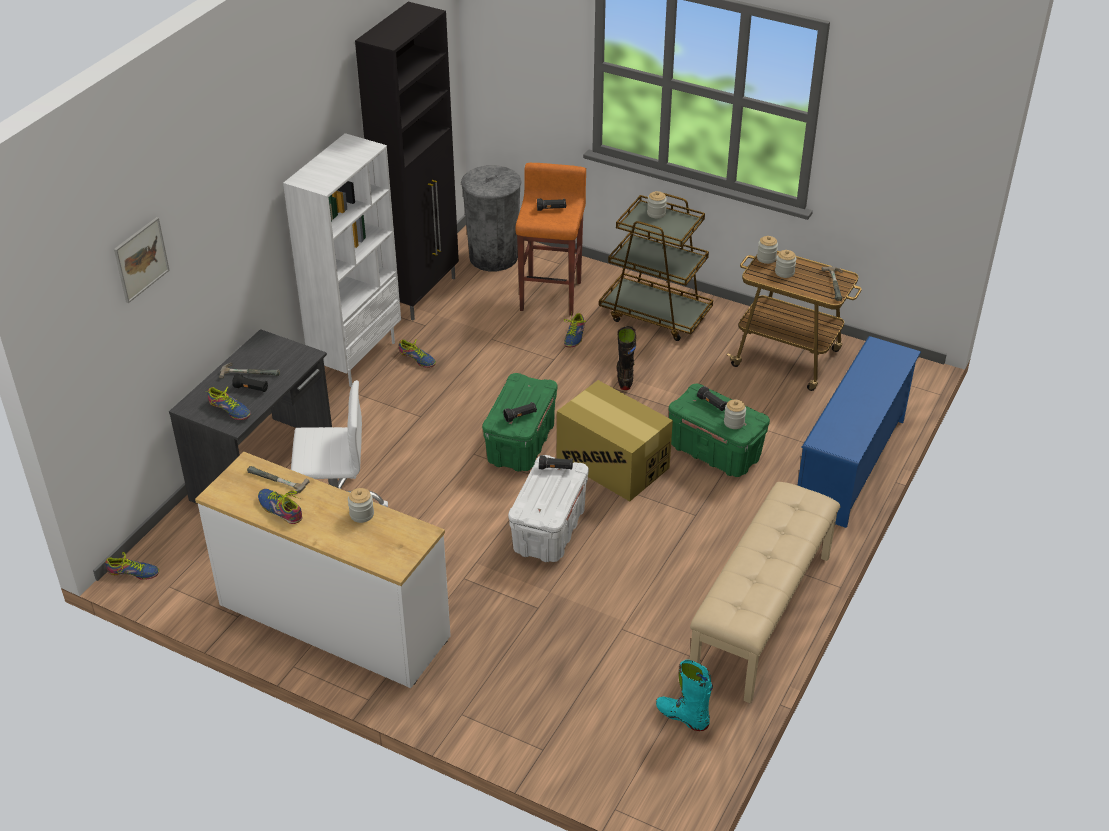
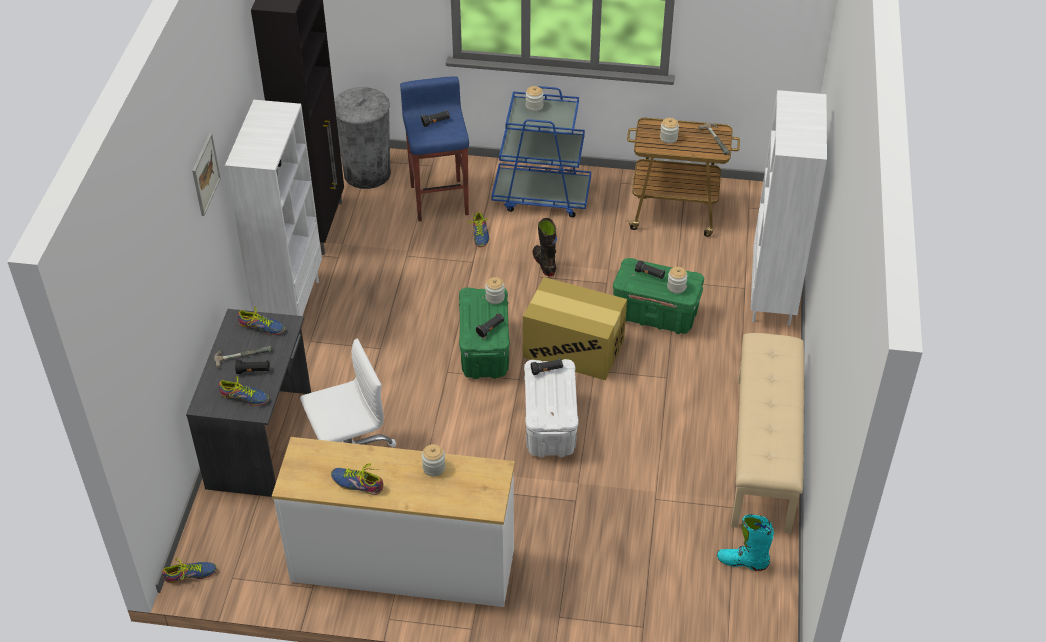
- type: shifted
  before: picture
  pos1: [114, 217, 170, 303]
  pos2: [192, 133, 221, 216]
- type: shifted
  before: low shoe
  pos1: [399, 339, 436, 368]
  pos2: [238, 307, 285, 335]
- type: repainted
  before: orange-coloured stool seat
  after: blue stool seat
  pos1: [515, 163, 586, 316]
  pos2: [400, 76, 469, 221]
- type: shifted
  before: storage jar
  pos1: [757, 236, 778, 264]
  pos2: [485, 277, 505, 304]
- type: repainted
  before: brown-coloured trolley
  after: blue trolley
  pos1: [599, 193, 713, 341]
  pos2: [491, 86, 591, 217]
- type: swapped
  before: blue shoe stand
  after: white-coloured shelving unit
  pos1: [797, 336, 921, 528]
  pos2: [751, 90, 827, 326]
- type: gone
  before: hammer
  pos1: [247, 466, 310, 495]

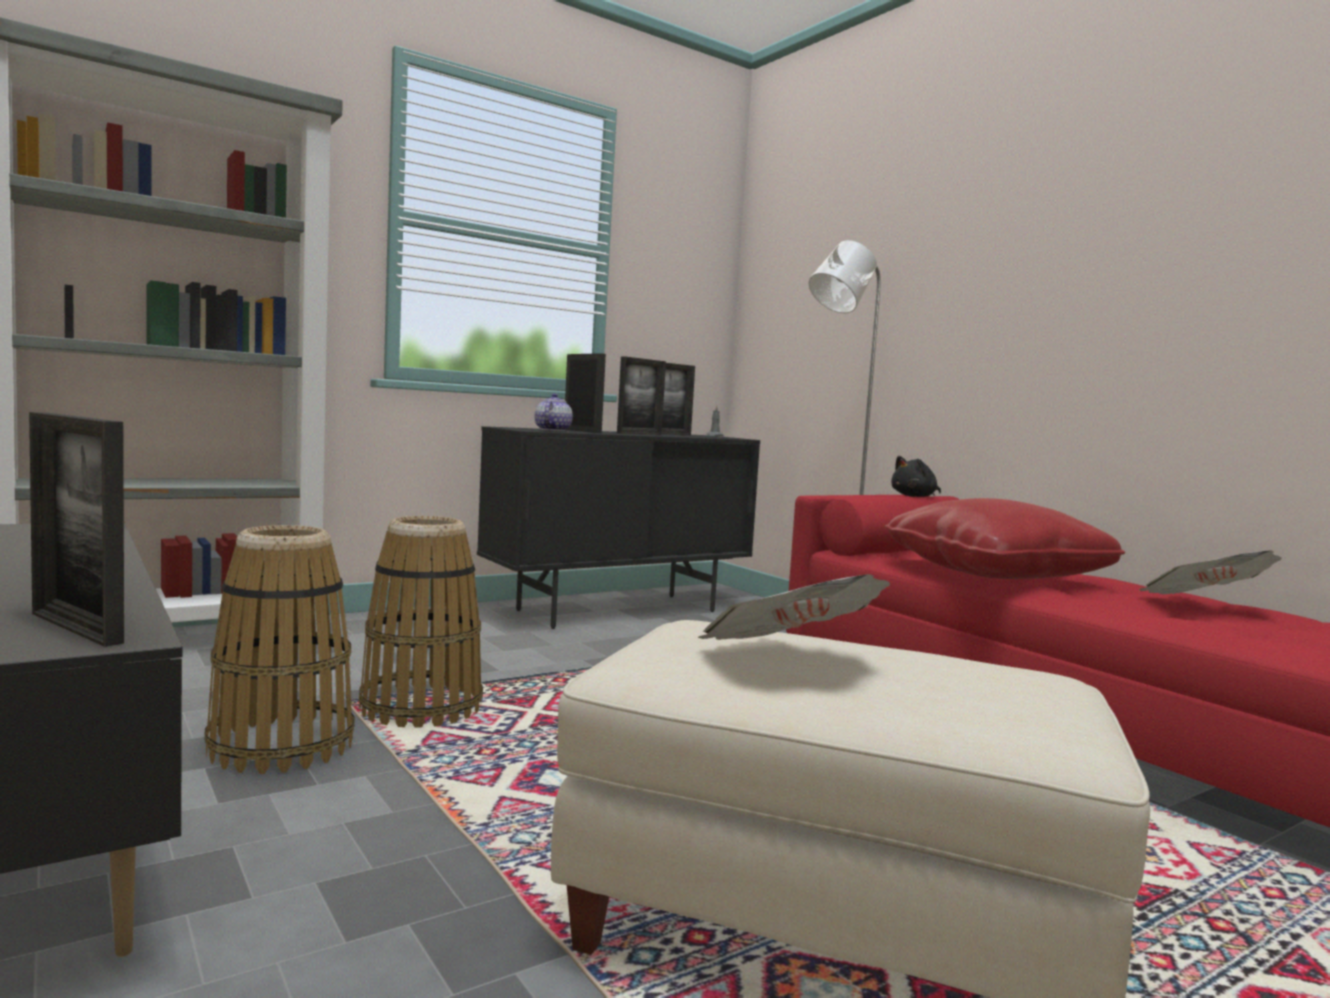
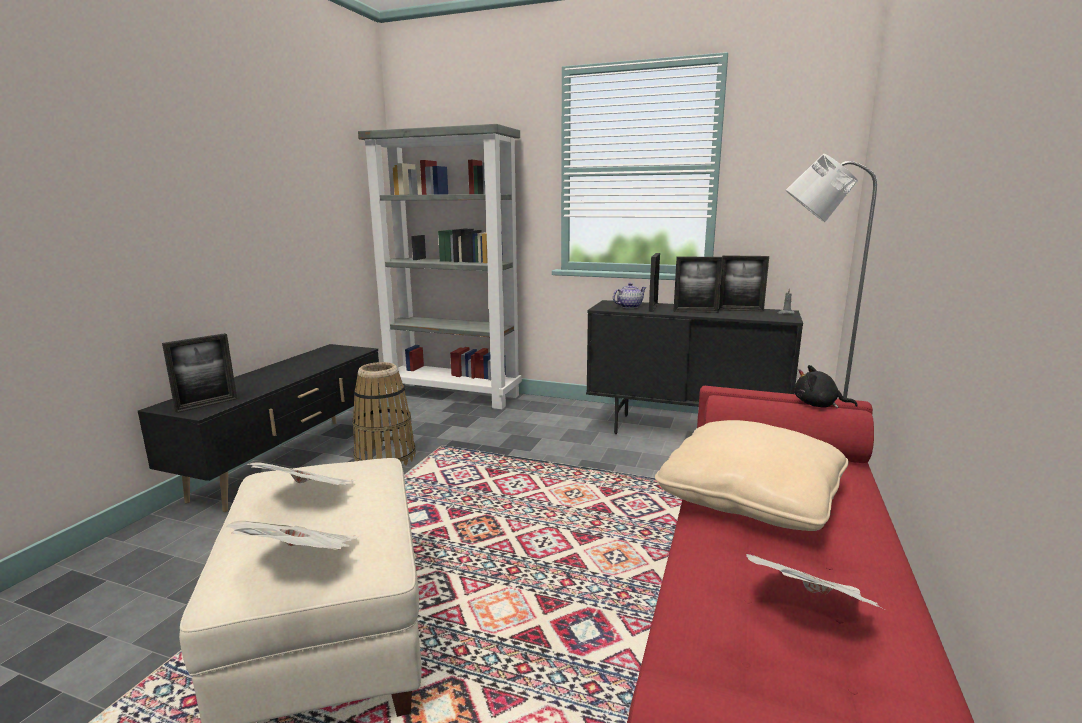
- type: rotated
  before: picture frame
  pos1: [29, 412, 124, 647]
  pos2: [162, 333, 237, 413]
  turn: -135
- type: new
  after: daily paper
  pos2: [226, 521, 358, 550]
- type: repainted
  before: red-coloured throw pillow
  after: sand-coloured throw pillow
  pos1: [885, 498, 1125, 579]
  pos2: [655, 420, 849, 531]
- type: gone
  before: household basket
  pos1: [359, 516, 483, 728]

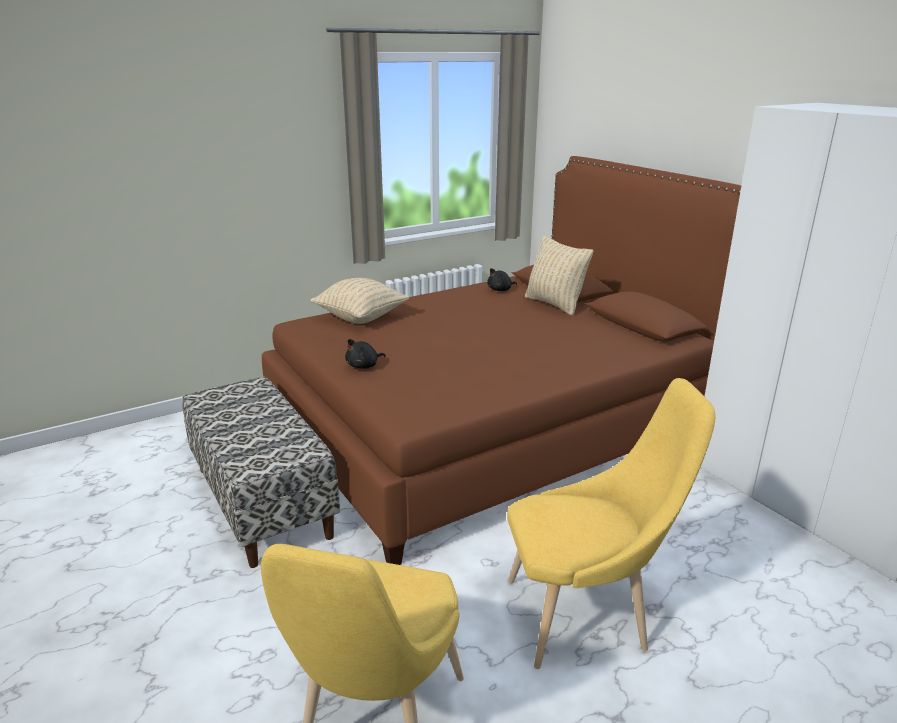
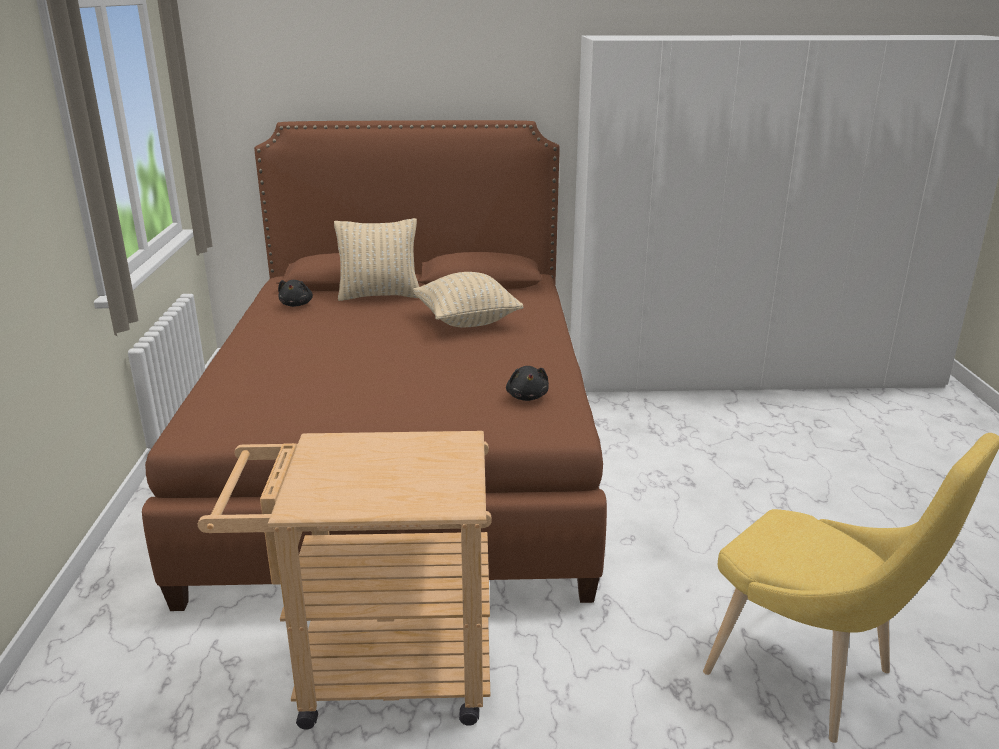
- type: swapped
  before: long seat
  after: sand-coloured trolley
  pos1: [182, 377, 340, 568]
  pos2: [198, 431, 492, 730]
- type: shifted
  before: sand-coloured throw pillow
  pos1: [310, 278, 409, 324]
  pos2: [413, 272, 523, 327]
- type: shifted
  before: black-coloured cuddly toy
  pos1: [345, 339, 386, 369]
  pos2: [506, 366, 549, 401]
- type: gone
  before: yellow plain chair
  pos1: [507, 378, 715, 669]

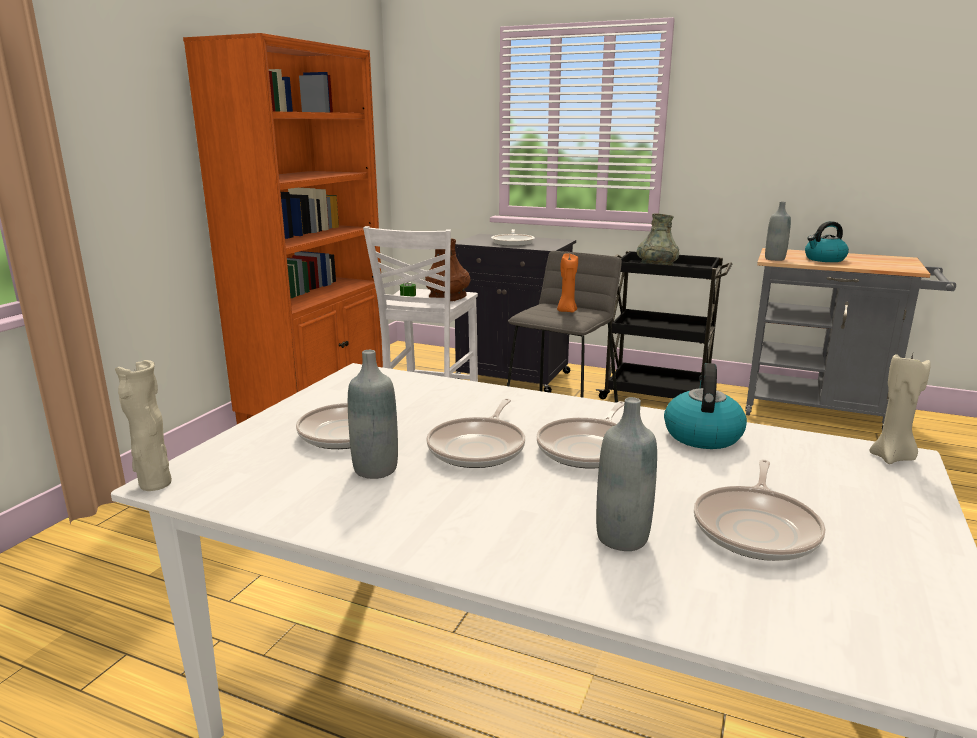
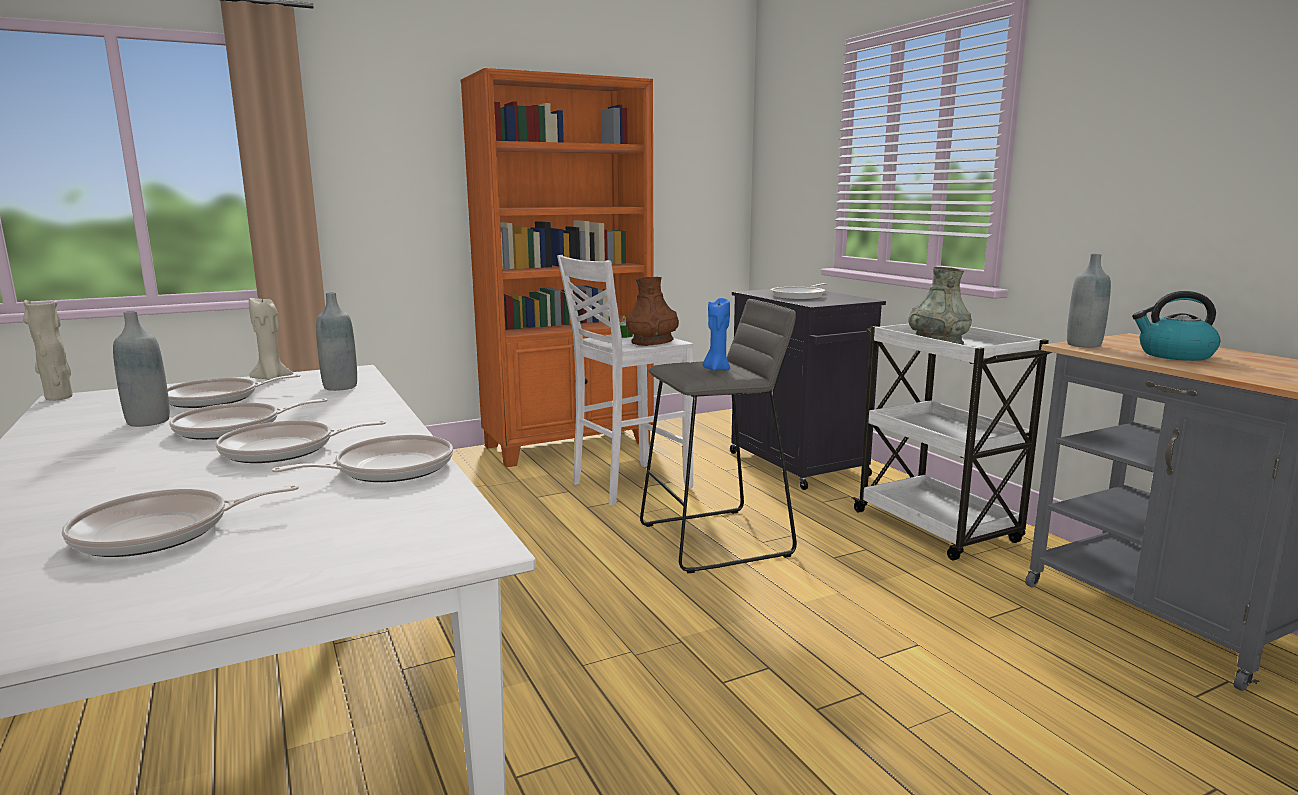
- type: shifted
  before: sand-coloured candle
  pos1: [869, 354, 931, 464]
  pos2: [249, 298, 293, 380]
- type: swapped
  before: water kettle
  after: frying pan
  pos1: [664, 363, 747, 449]
  pos2: [271, 435, 453, 482]
- type: shifted
  before: grey drink bottle
  pos1: [596, 397, 657, 551]
  pos2: [316, 292, 357, 391]
- type: repainted
  before: orange-coloured candle
  after: blue candle
  pos1: [557, 253, 578, 312]
  pos2: [703, 298, 730, 371]
- type: repainted
  before: black-coloured trolley
  after: white-coloured trolley
  pos1: [596, 251, 732, 399]
  pos2: [852, 324, 1053, 560]

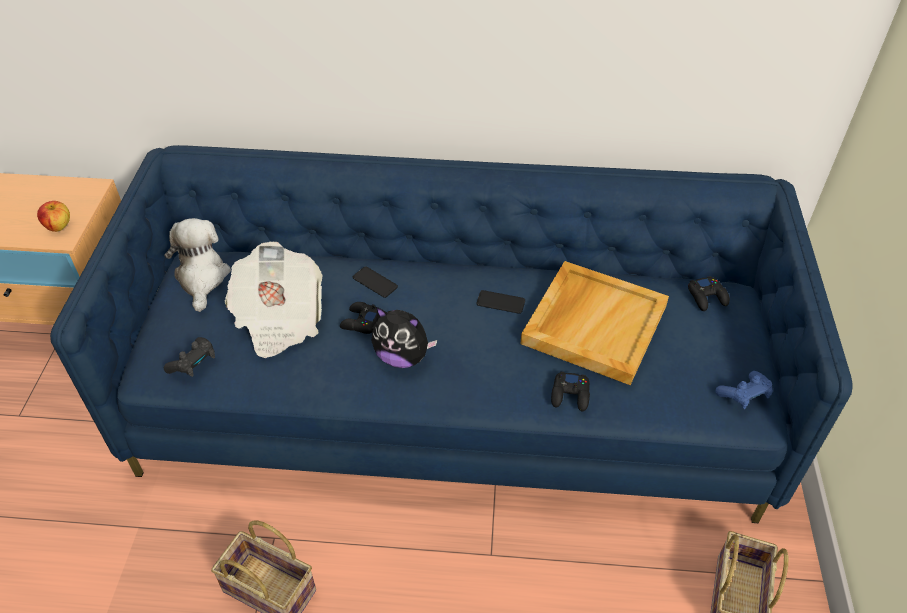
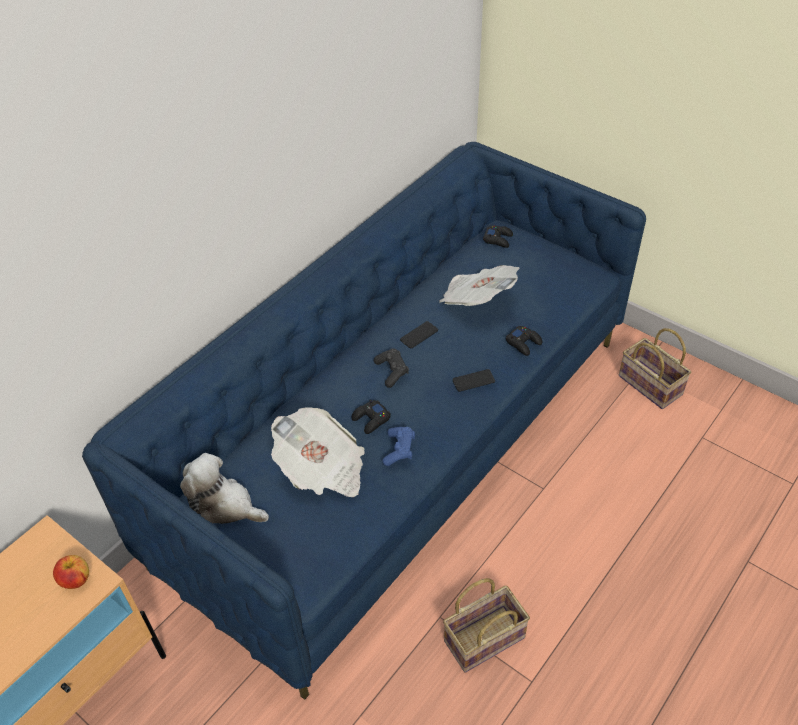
- type: shifted
  before: black-coloured joypad
  pos1: [164, 337, 215, 377]
  pos2: [374, 348, 409, 388]
- type: shifted
  before: blue joypad
  pos1: [716, 371, 773, 409]
  pos2: [383, 427, 415, 466]
- type: swapped
  before: sand-coloured tray
  after: daily paper
  pos1: [520, 261, 669, 385]
  pos2: [439, 265, 519, 306]
- type: shifted
  before: phone
  pos1: [353, 266, 398, 298]
  pos2: [452, 369, 495, 392]
- type: gone
  before: cuddly toy
  pos1: [372, 307, 437, 368]

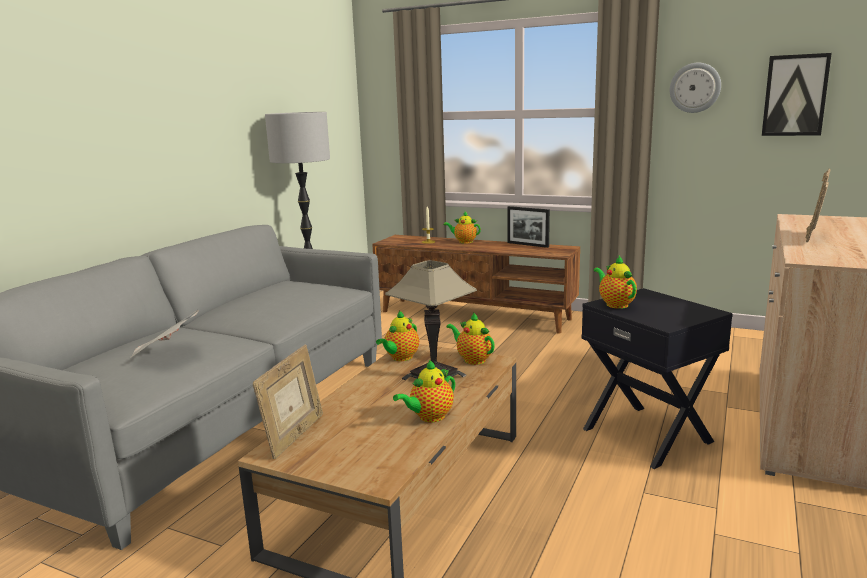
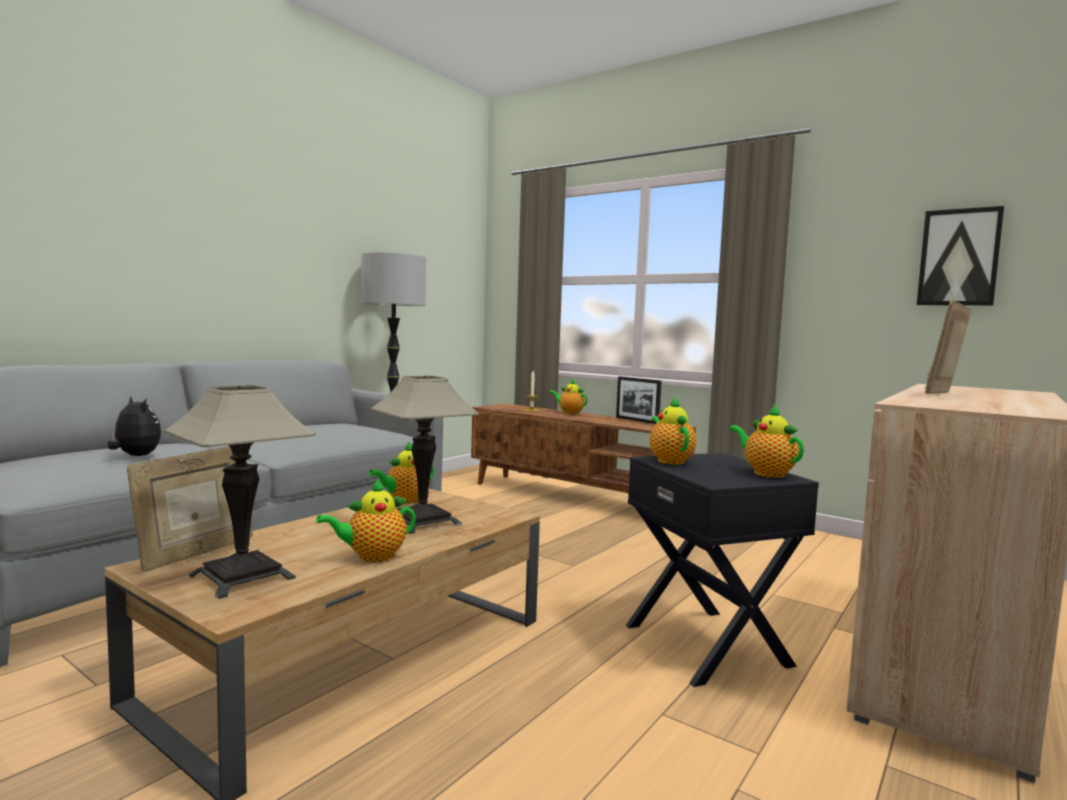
- type: swapped
  before: daily paper
  after: cuddly toy
  pos1: [130, 310, 199, 358]
  pos2: [107, 397, 161, 456]
- type: new
  after: lamp for a table
  pos2: [163, 385, 316, 599]
- type: shifted
  before: pot for tea
  pos1: [446, 312, 495, 365]
  pos2: [729, 405, 804, 478]
- type: gone
  before: hanging clock
  pos1: [670, 62, 721, 113]

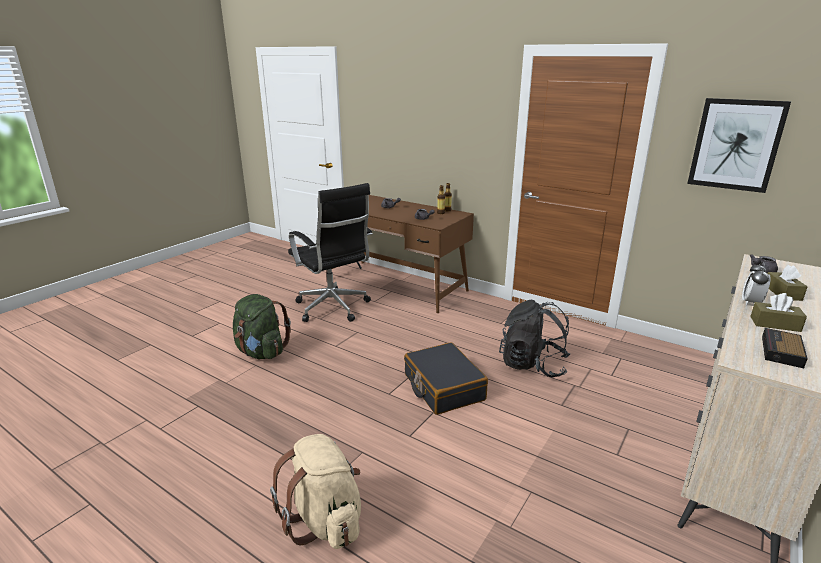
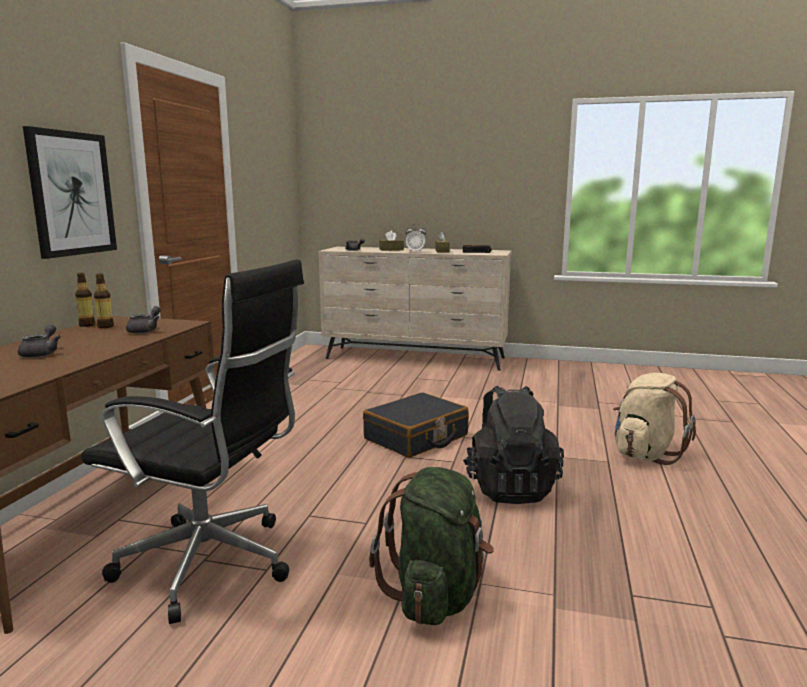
- type: shifted
  before: picture
  pos1: [687, 98, 791, 193]
  pos2: [23, 126, 117, 259]
- type: rotated
  before: black-coloured office chair
  pos1: [288, 183, 373, 322]
  pos2: [81, 259, 304, 624]
  turn: 75
- type: shifted
  before: black-coloured knapsack
  pos1: [499, 300, 570, 378]
  pos2: [463, 386, 564, 504]

